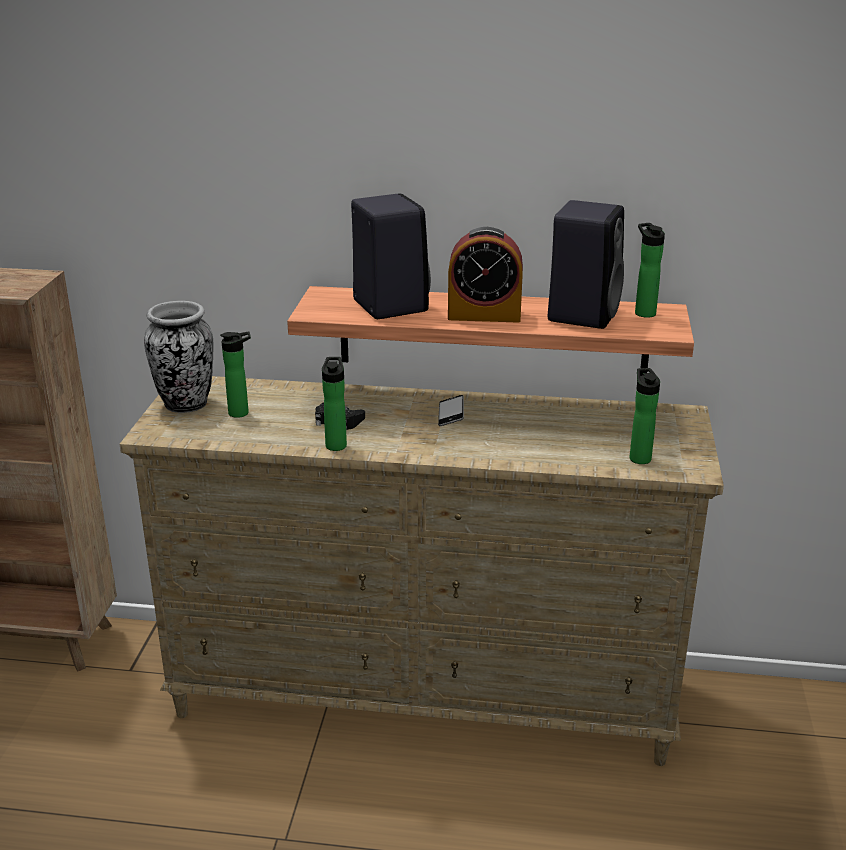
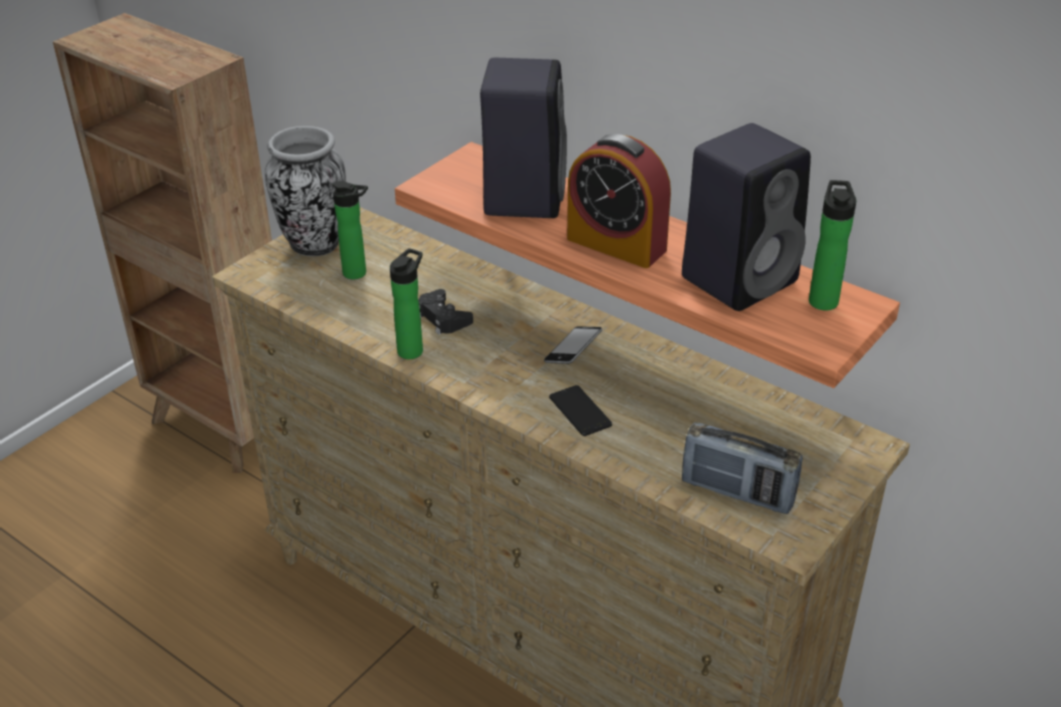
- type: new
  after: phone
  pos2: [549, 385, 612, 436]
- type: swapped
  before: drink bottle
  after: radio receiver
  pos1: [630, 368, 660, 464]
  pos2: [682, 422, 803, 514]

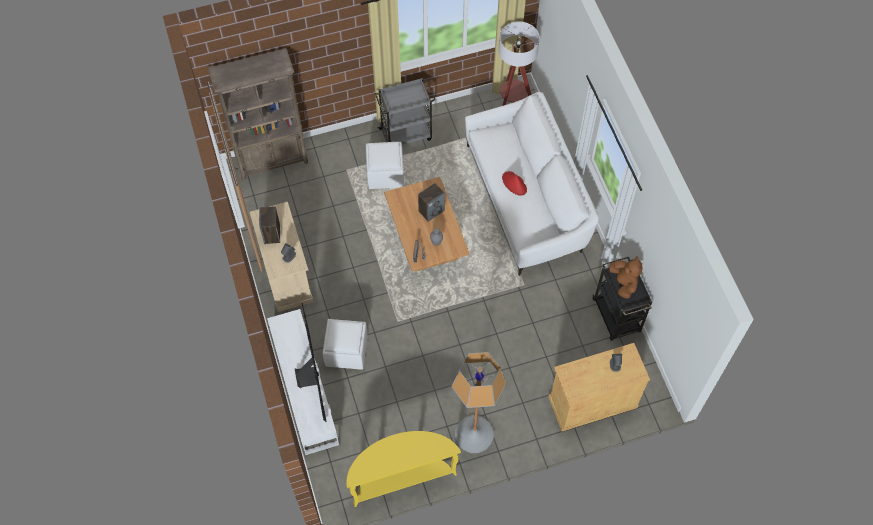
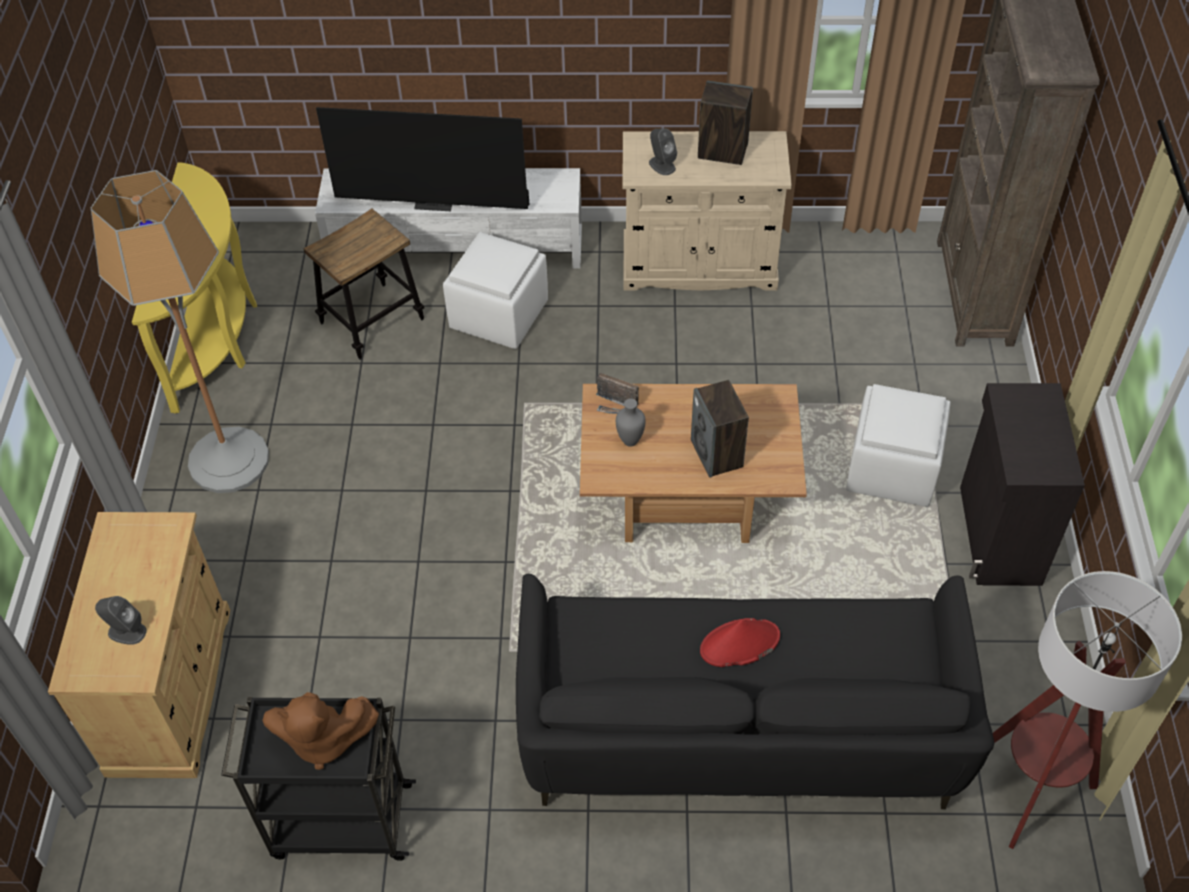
- type: new
  after: stool seat
  pos2: [303, 209, 424, 360]
- type: repainted
  before: white-coloured settee
  after: black-coloured settee
  pos1: [465, 92, 599, 276]
  pos2: [516, 574, 994, 809]
- type: swapped
  before: grey trolley
  after: black-coloured cabinet
  pos1: [375, 78, 435, 145]
  pos2: [960, 383, 1085, 586]

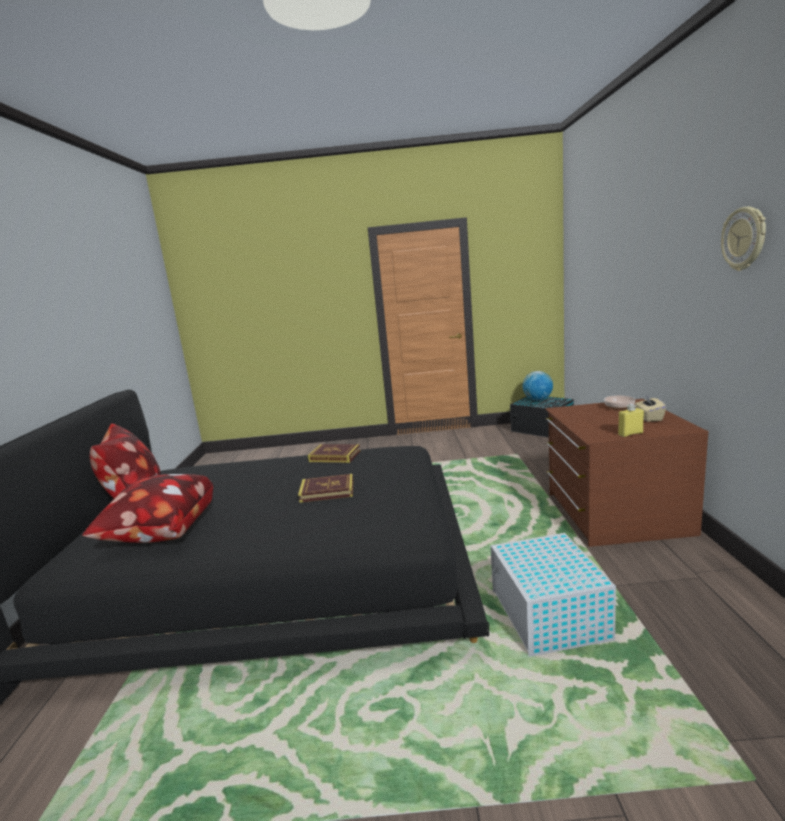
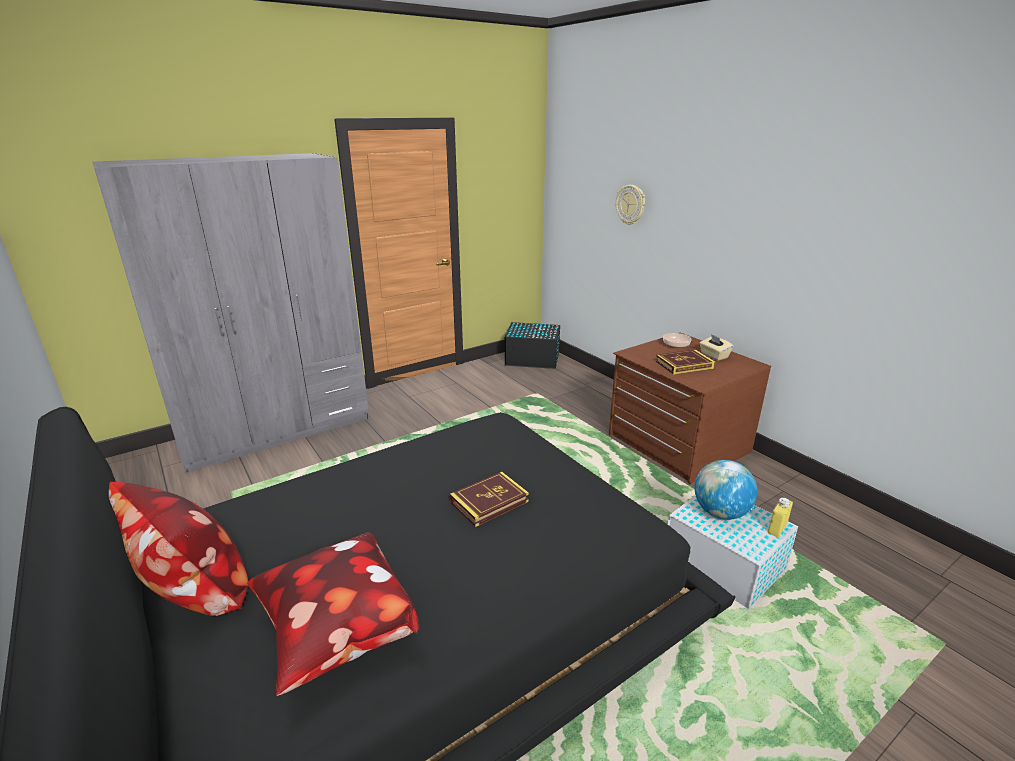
- type: new
  after: grey armoire
  pos2: [92, 153, 369, 474]
- type: shifted
  before: hanging clock
  pos1: [721, 207, 766, 271]
  pos2: [616, 185, 645, 225]
- type: shifted
  before: bound book
  pos1: [308, 444, 360, 463]
  pos2: [656, 349, 715, 375]
- type: shifted
  before: world globe
  pos1: [523, 371, 553, 401]
  pos2: [695, 460, 757, 520]
- type: shifted
  before: yellow drink bottle
  pos1: [618, 404, 644, 437]
  pos2: [768, 498, 793, 537]

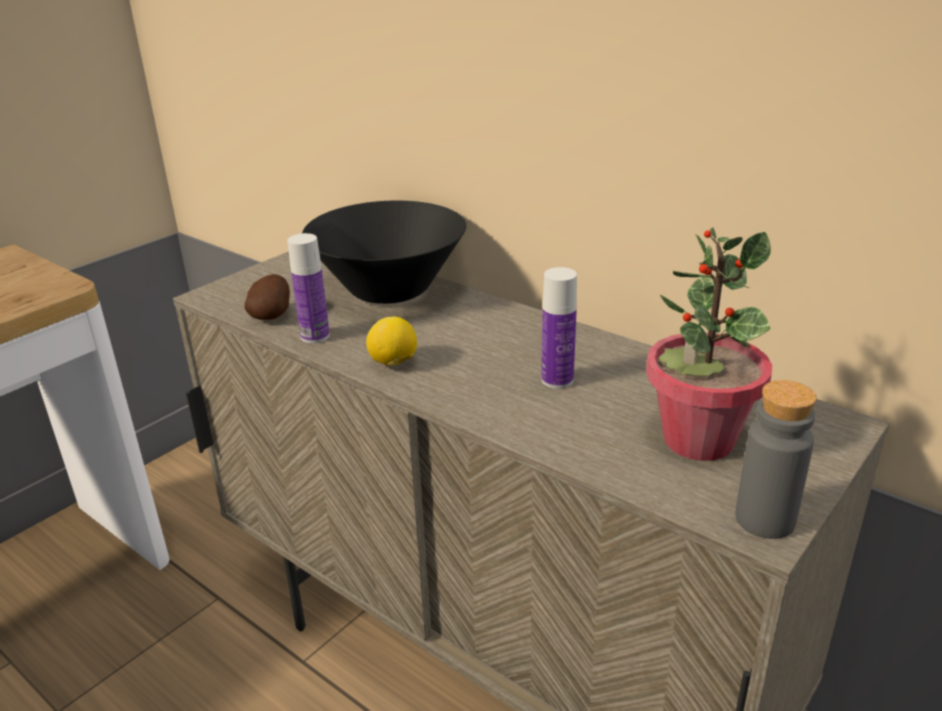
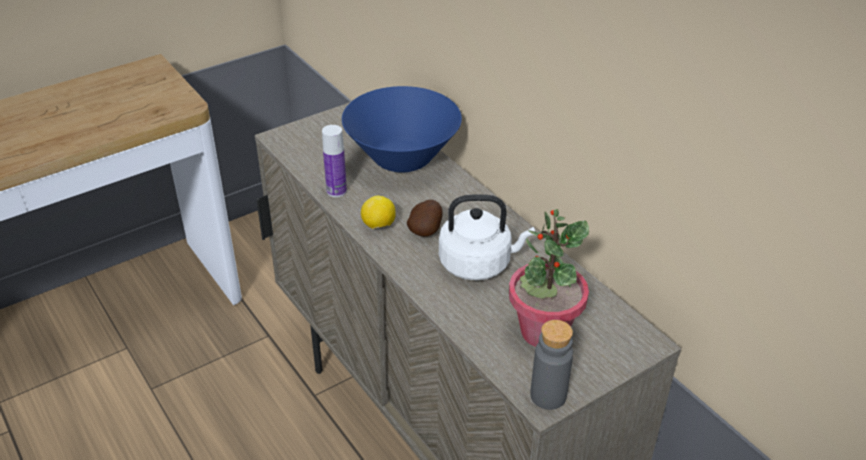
- type: repainted
  before: black-coloured serving bowl
  after: blue serving bowl
  pos1: [302, 201, 466, 304]
  pos2: [342, 86, 462, 172]
- type: shifted
  before: potato
  pos1: [244, 274, 290, 320]
  pos2: [407, 200, 442, 237]
- type: swapped
  before: drink bottle
  after: white-coloured water kettle
  pos1: [541, 267, 577, 389]
  pos2: [439, 195, 535, 280]

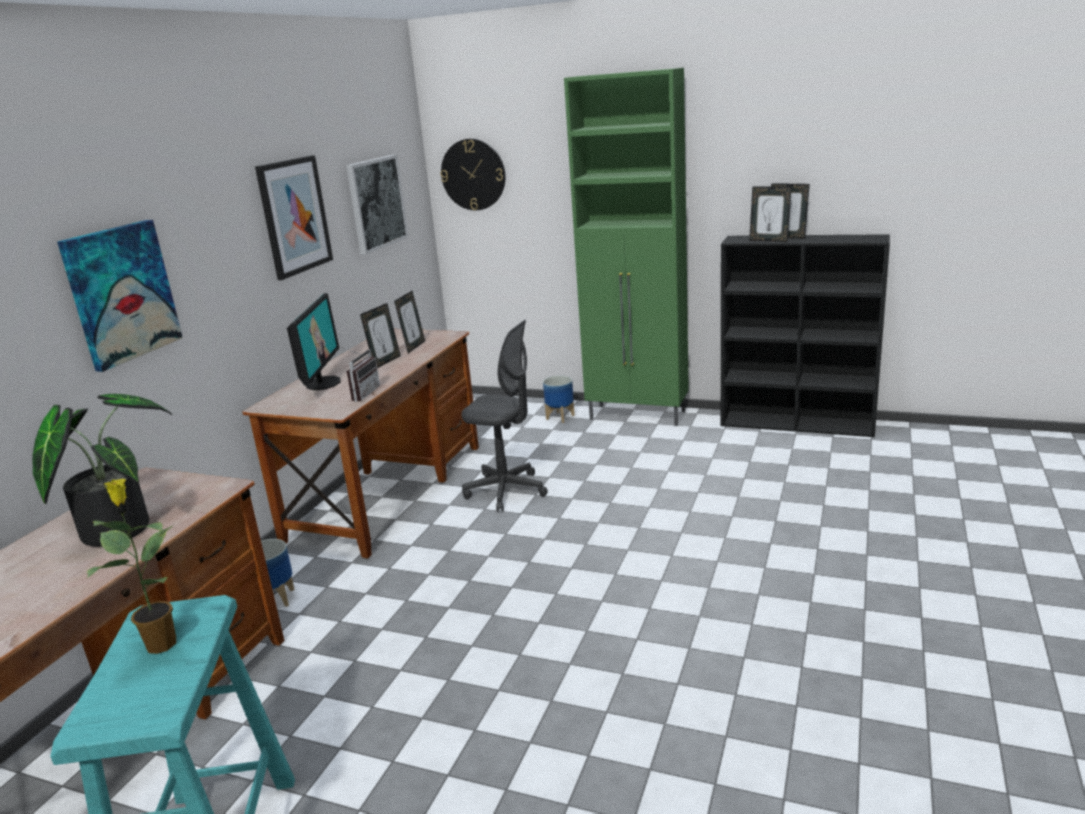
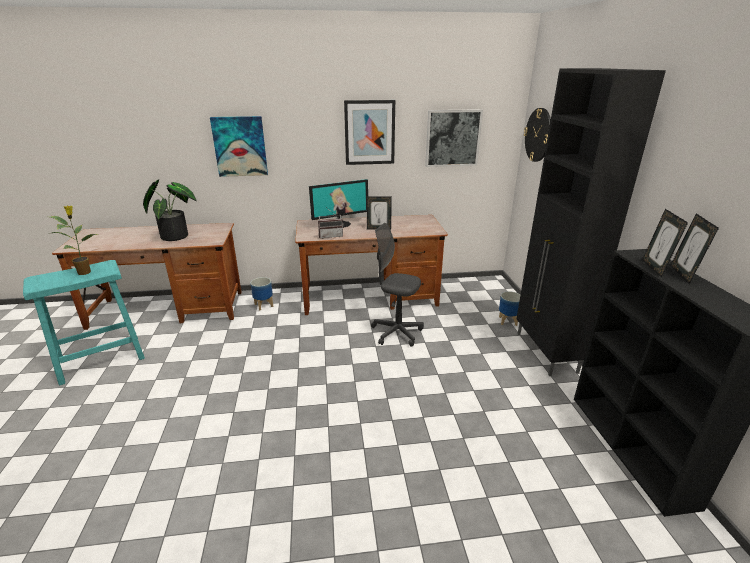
- type: rotated
  before: grey office chair
  pos1: [462, 320, 548, 512]
  pos2: [371, 223, 424, 347]
  turn: 120
- type: repainted
  before: greenish cabinet
  after: black-coloured cabinet
  pos1: [564, 68, 689, 426]
  pos2: [516, 68, 666, 376]
- type: gone
  before: picture frame
  pos1: [394, 291, 425, 353]

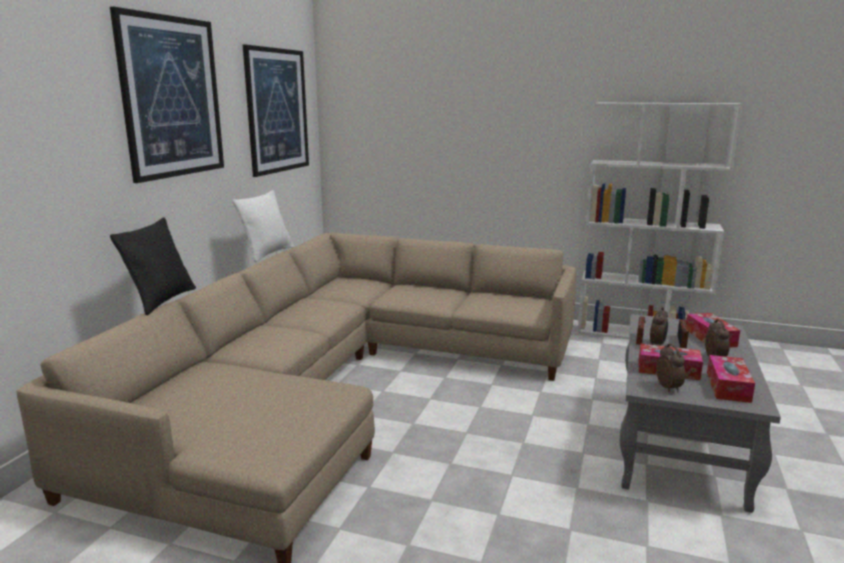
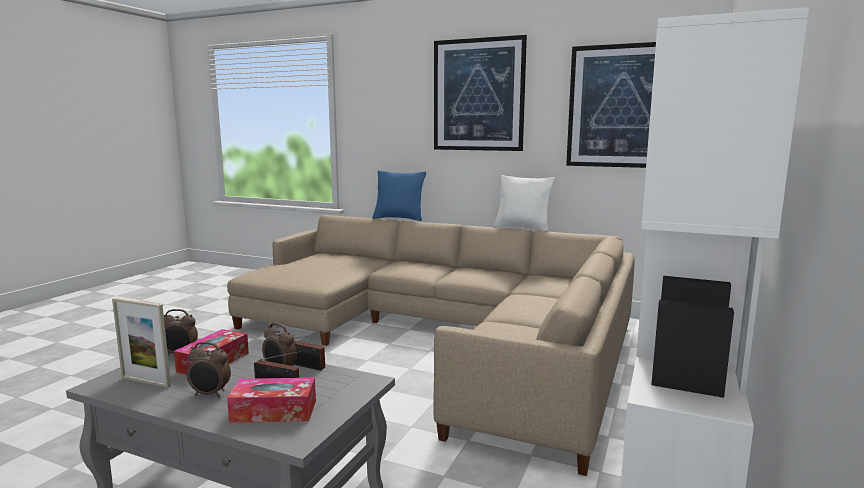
- type: swapped
  before: box of tissues
  after: picture frame
  pos1: [707, 355, 755, 403]
  pos2: [112, 298, 171, 388]
- type: repainted
  before: black-coloured throw pillow
  after: blue throw pillow
  pos1: [110, 217, 196, 315]
  pos2: [372, 170, 426, 221]

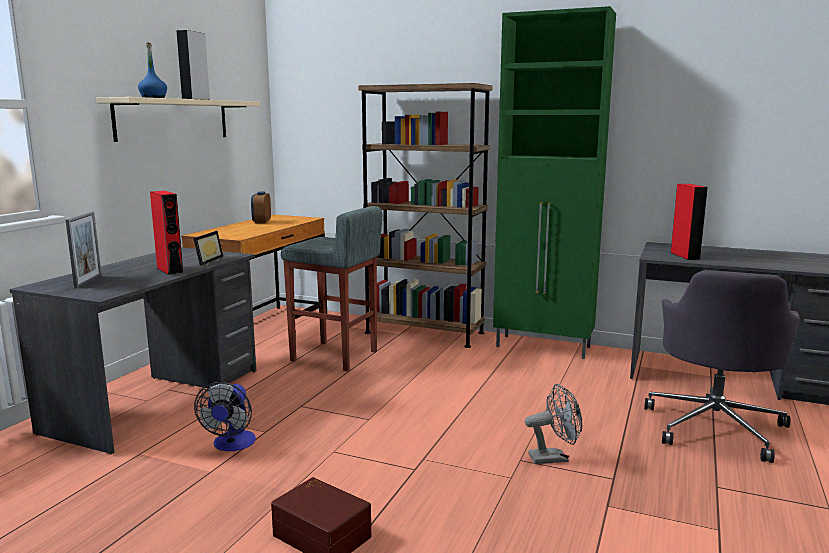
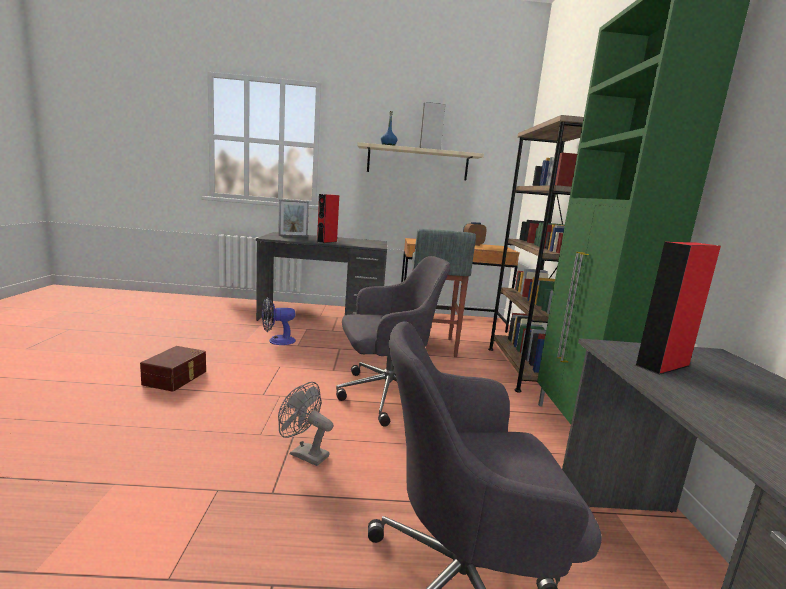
- type: rotated
  before: grey cooling fan
  pos1: [525, 384, 582, 464]
  pos2: [278, 382, 333, 466]
  turn: 150
- type: new
  after: grey office chair
  pos2: [336, 256, 451, 427]
- type: gone
  before: picture frame
  pos1: [193, 231, 224, 266]

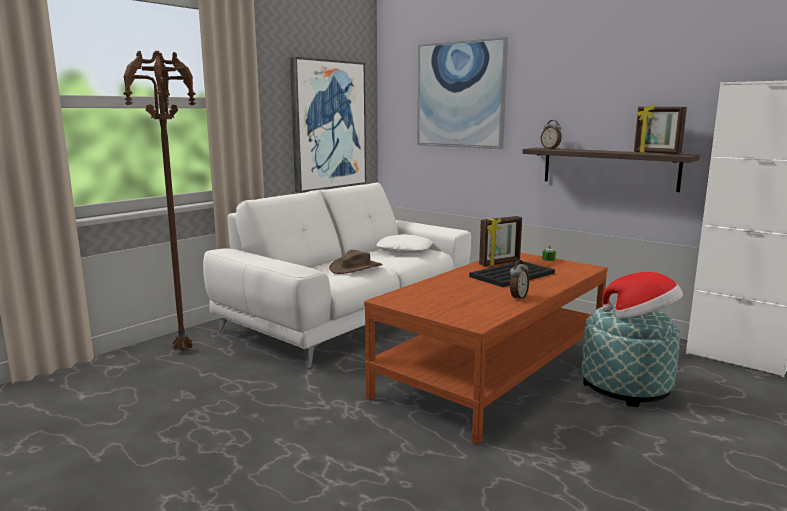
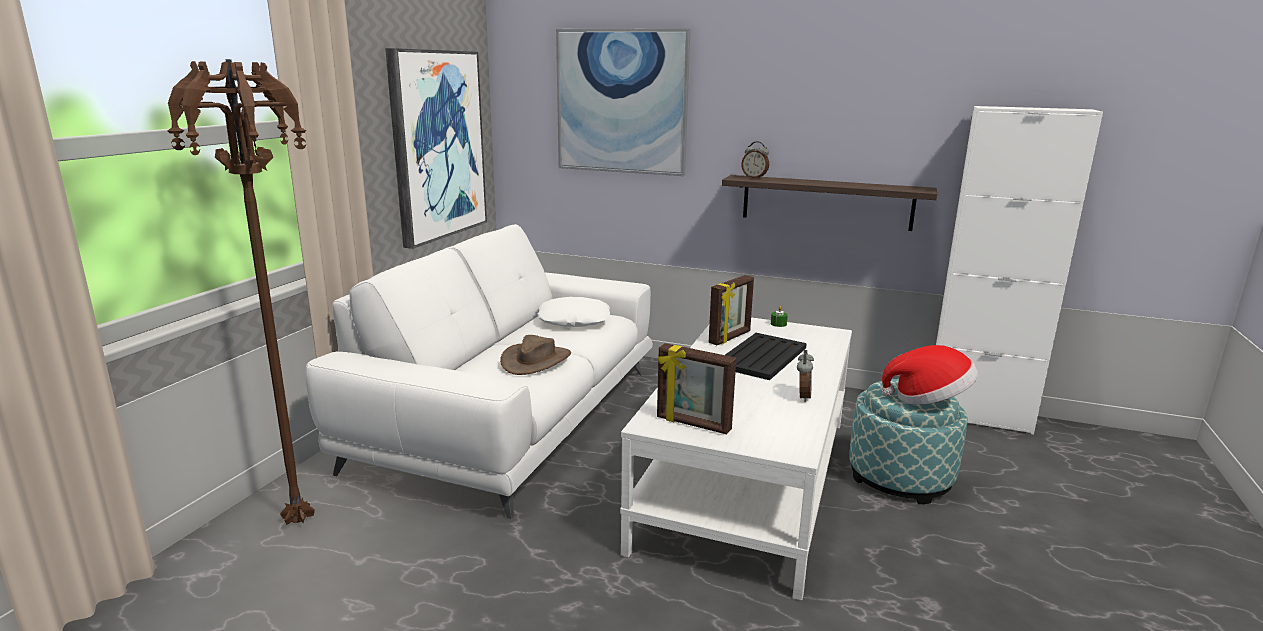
- type: repainted
  before: brown-coloured low table
  after: white-coloured low table
  pos1: [364, 253, 608, 445]
  pos2: [620, 318, 852, 600]
- type: shifted
  before: picture frame
  pos1: [634, 105, 687, 154]
  pos2: [657, 343, 736, 434]

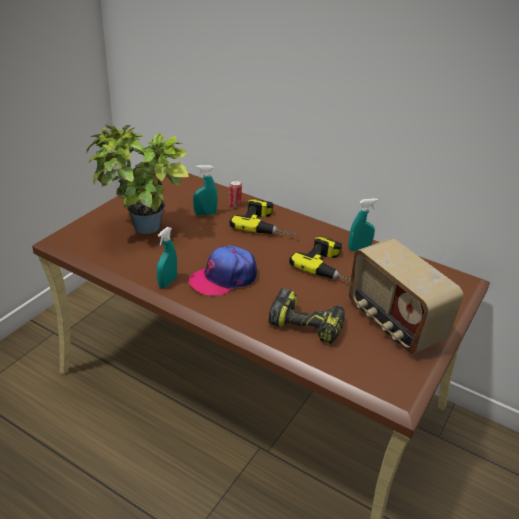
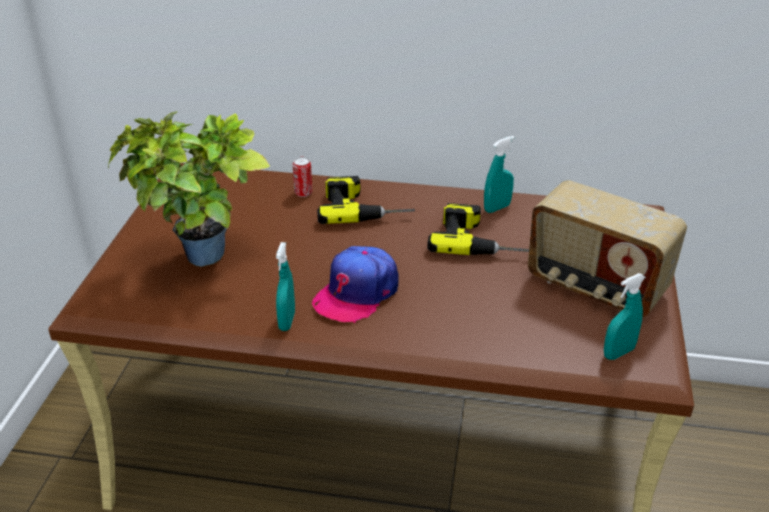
- type: shifted
  before: turquoise sprayer
  pos1: [193, 165, 218, 215]
  pos2: [604, 273, 646, 360]
- type: gone
  before: electric drill
  pos1: [268, 288, 345, 344]

